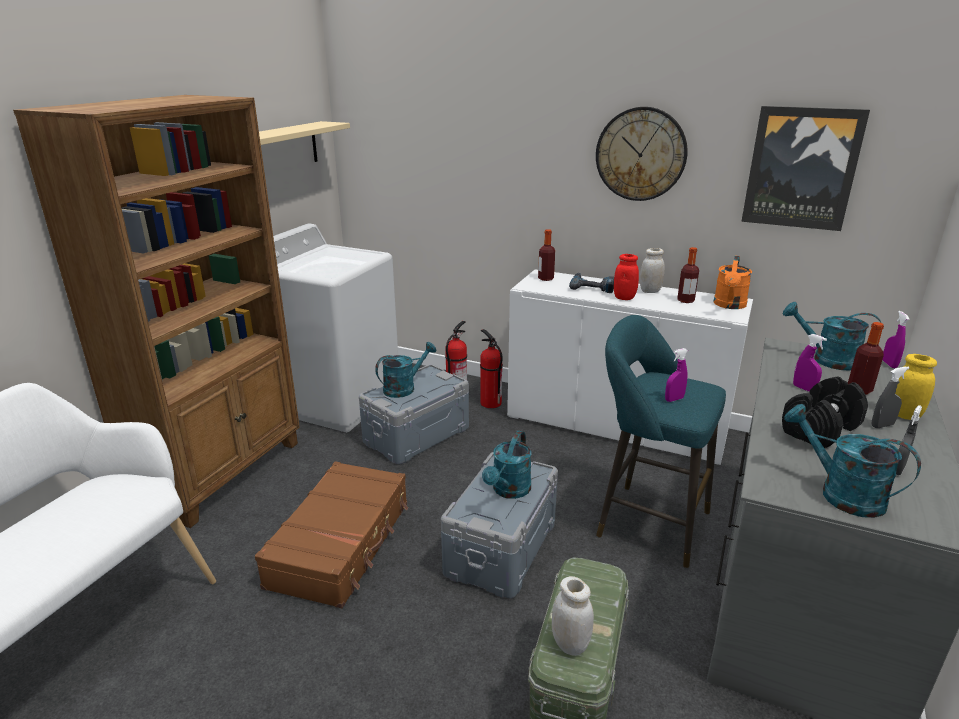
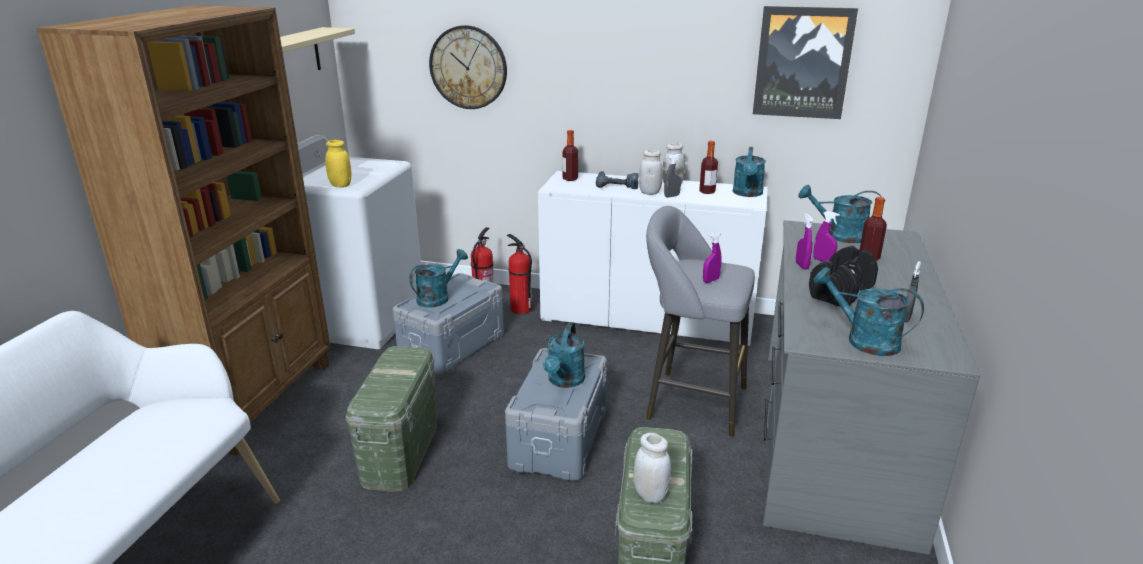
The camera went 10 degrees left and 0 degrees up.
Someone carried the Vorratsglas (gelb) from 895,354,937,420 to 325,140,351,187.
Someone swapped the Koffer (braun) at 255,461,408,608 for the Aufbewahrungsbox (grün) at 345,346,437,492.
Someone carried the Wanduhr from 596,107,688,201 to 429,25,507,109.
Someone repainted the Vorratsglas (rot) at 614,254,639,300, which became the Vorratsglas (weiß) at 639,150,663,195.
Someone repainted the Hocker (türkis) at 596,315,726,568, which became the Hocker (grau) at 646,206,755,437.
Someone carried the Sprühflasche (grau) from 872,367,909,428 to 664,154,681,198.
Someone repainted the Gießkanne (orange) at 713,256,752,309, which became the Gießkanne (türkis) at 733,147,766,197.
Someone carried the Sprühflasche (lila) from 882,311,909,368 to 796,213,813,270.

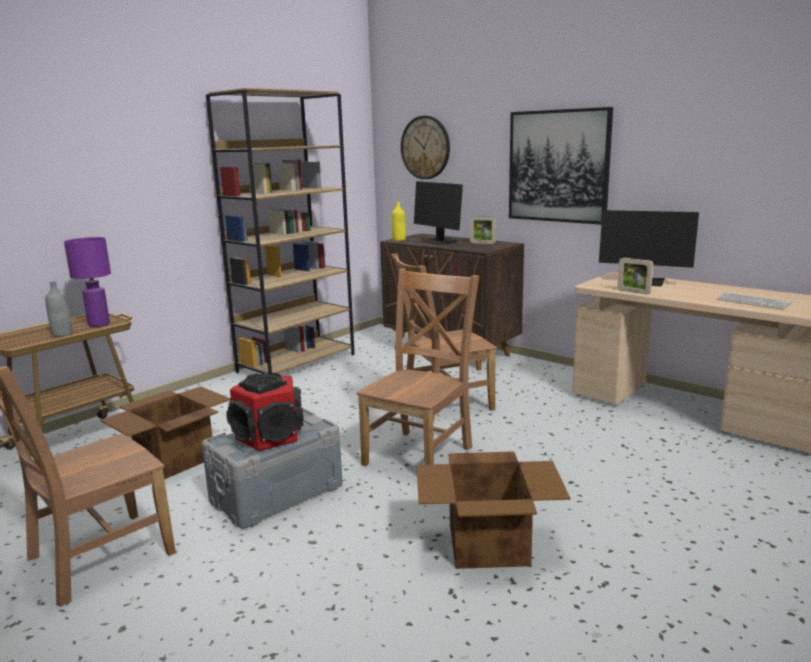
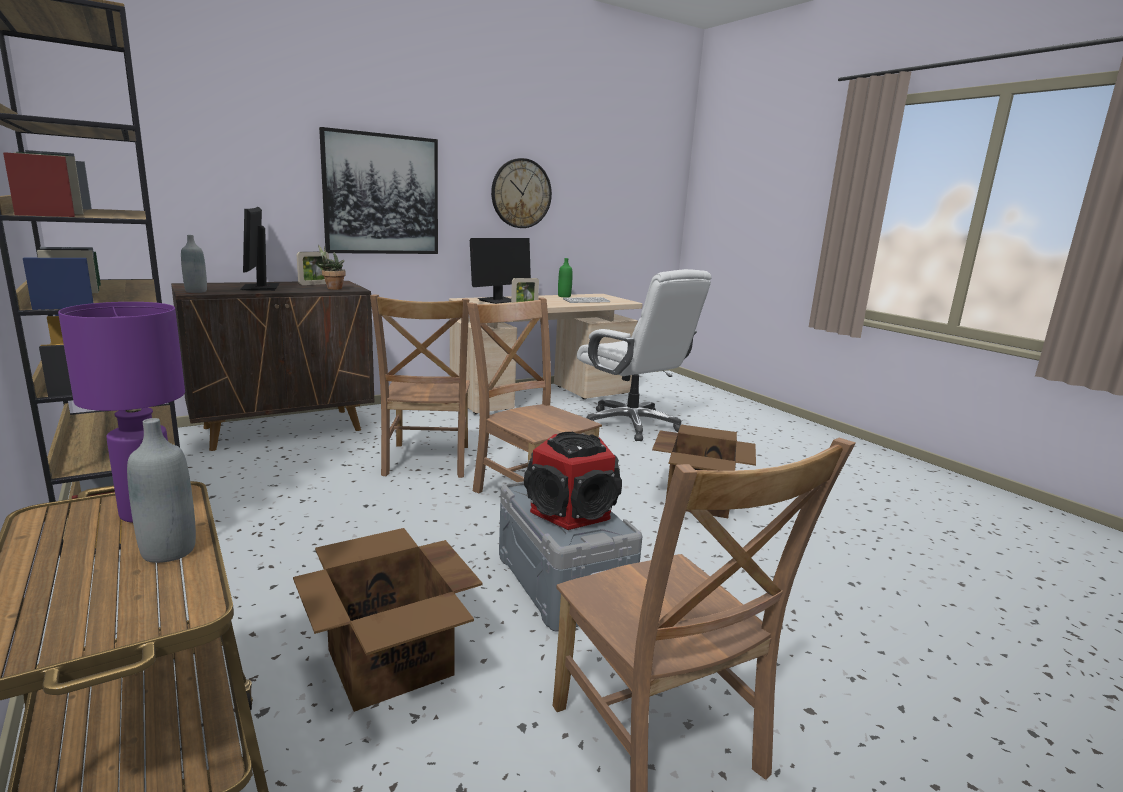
The camera went 75 degrees left and 0 degrees up.
Someone repainted the Flasche (gelb) at 392,202,406,241, which became the Flasche (grau) at 181,235,207,293.
Someone rotated the Monitor at 414,181,463,245 by 90 degrees clockwise.
Someone put down the Topfpflanze at 318,245,346,290.
Someone carried the Wanduhr from 401,116,450,179 to 491,158,552,228.
Someone put down the Flasche (grün) at 558,258,573,298.
Someone put down the Bürostuhl (weiß) at 577,269,712,441.

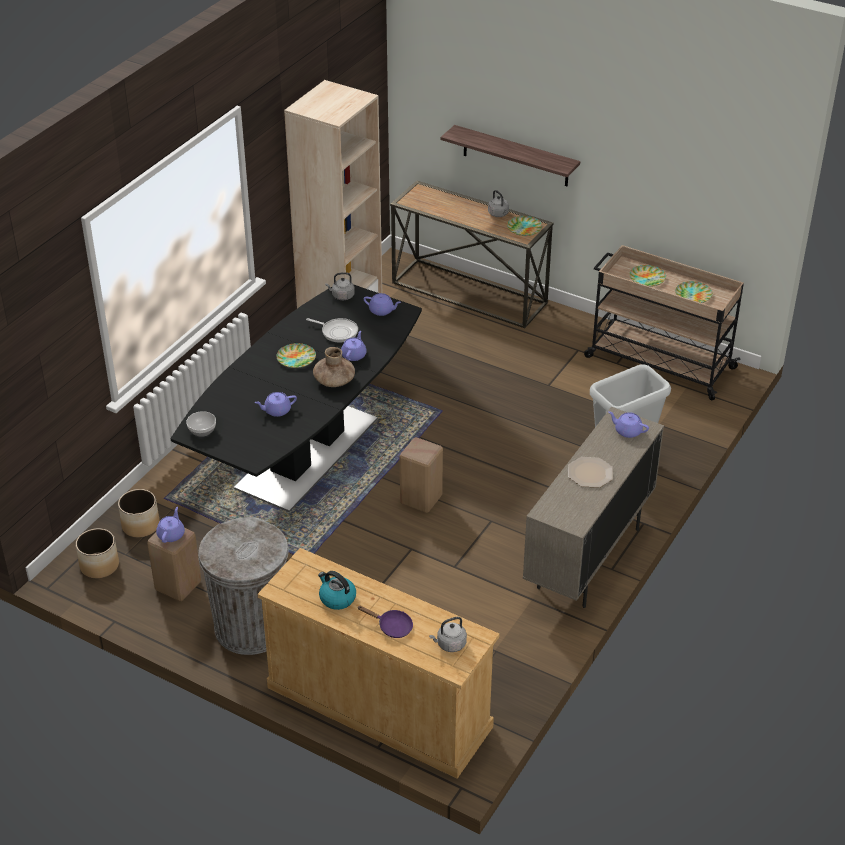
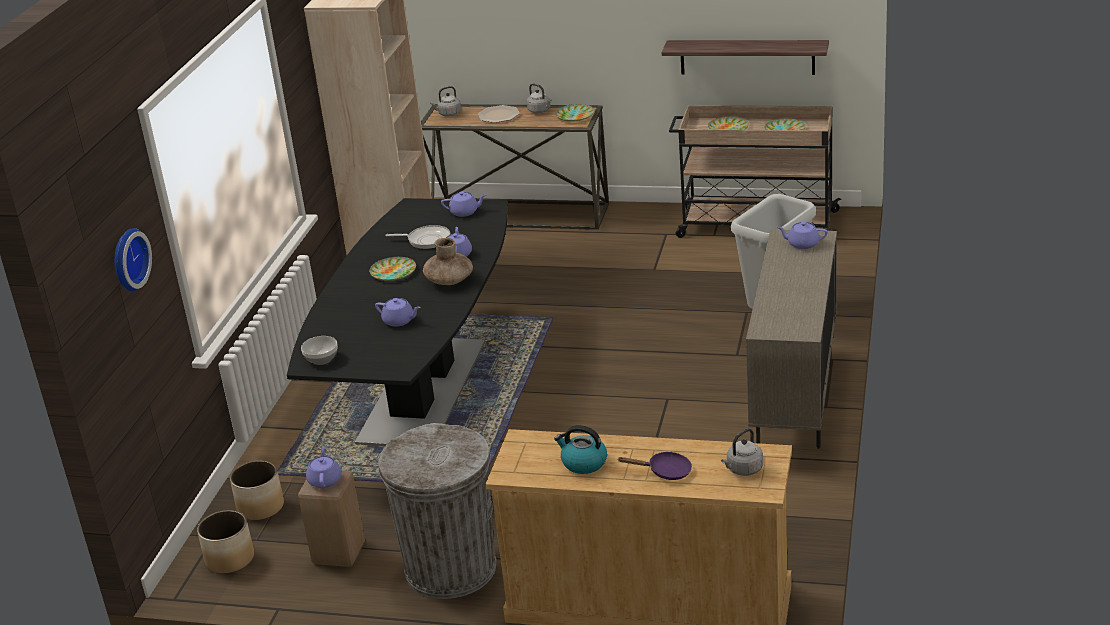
The camera went 15 degrees left and 10 degrees down.
Someone put up the Wanduhr at 114,228,152,291.
Someone rotated the Teekanne (lila) at 254,392,297,417 by 120 degrees counterclockwise.
Someone carried the Wasserkessel (grau) from 325,272,355,300 to 430,86,461,117.
Someone carried the Teller from 568,457,613,488 to 478,105,520,123.
Someone carried the Wandregal from 440,125,580,186 to 662,40,829,75.
Someone took away the Hocker (beige) at 400,437,443,513.

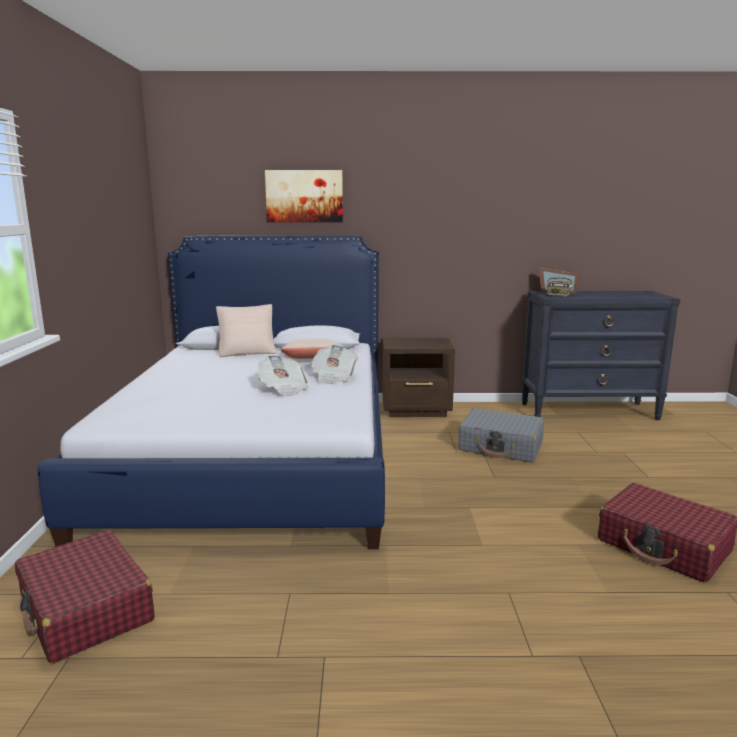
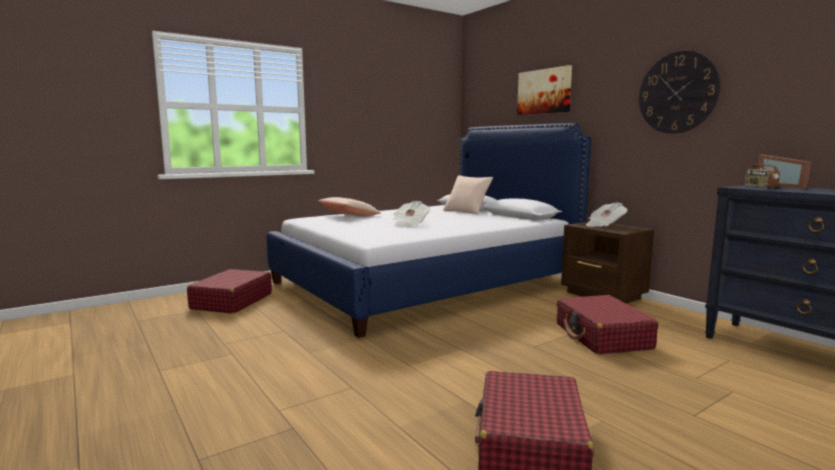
The camera went 55 degrees right and 5 degrees down.
Someone carried the Kissen (beige) from 281,339,343,359 to 318,197,381,216.
Someone repainted the Koffer (grau) at 459,408,544,463, which became the Koffer (rot) at 557,295,658,354.
Someone carried the Zeitung from 311,345,358,384 to 586,203,628,227.
Someone put up the Wanduhr at 639,51,720,134.

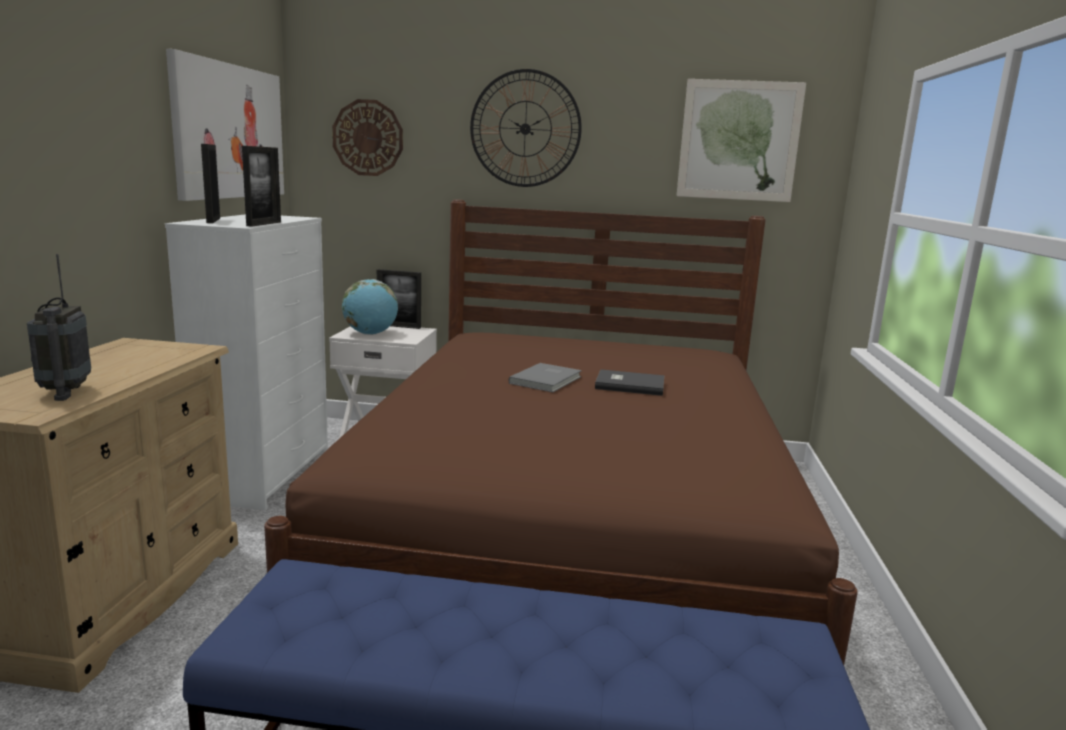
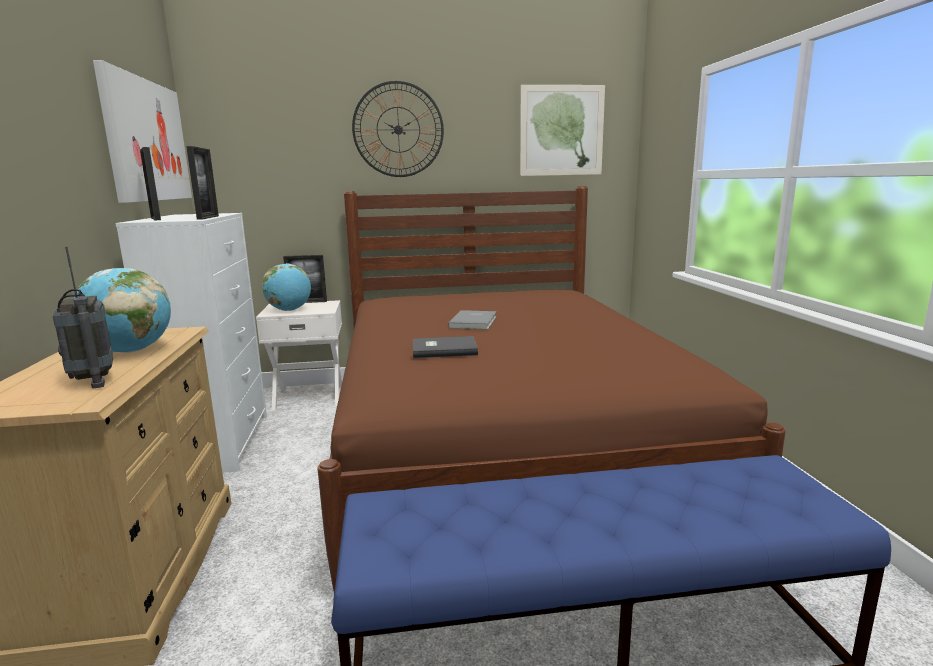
The camera went 15 degrees left and 0 degrees up.
Someone put down the Globus at 73,268,171,353.
Someone carried the Buch (grau) from 595,369,664,396 to 413,336,478,358.
Someone took away the Wanduhr at 332,99,403,176.

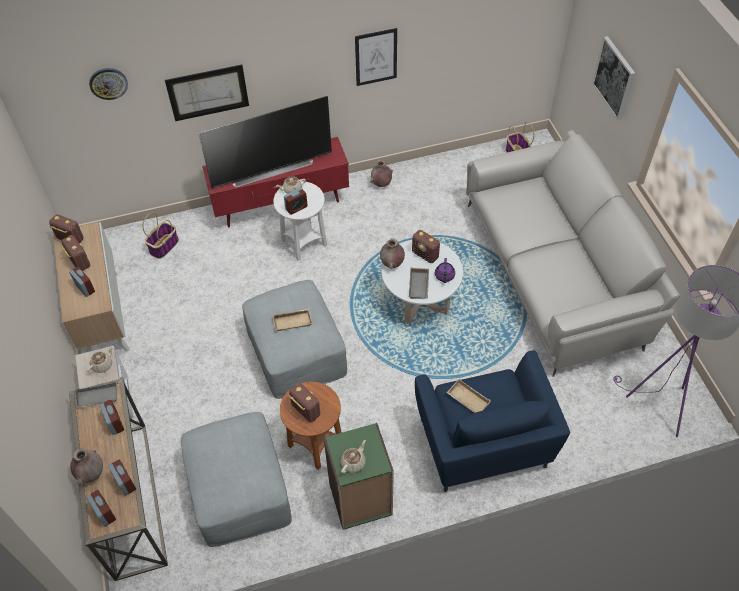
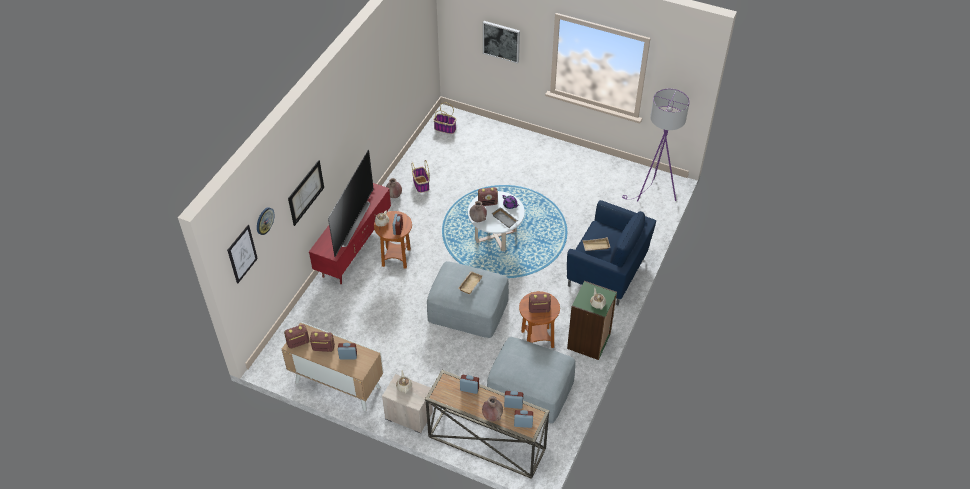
The camera went 50 degrees left and 5 degrees down.
Someone carried the Bild from 355,28,397,86 to 227,225,258,284.
Someone repainted the Beistelltisch (weiß) at 273,181,327,261, which became the Beistelltisch (braun) at 374,211,412,269.
Someone carried the Korb from 143,212,179,259 to 412,160,429,193.
Someone took away the Tablett (grau) at 75,381,118,408.
Someone took away the Sofa (grau) at 466,130,680,377.

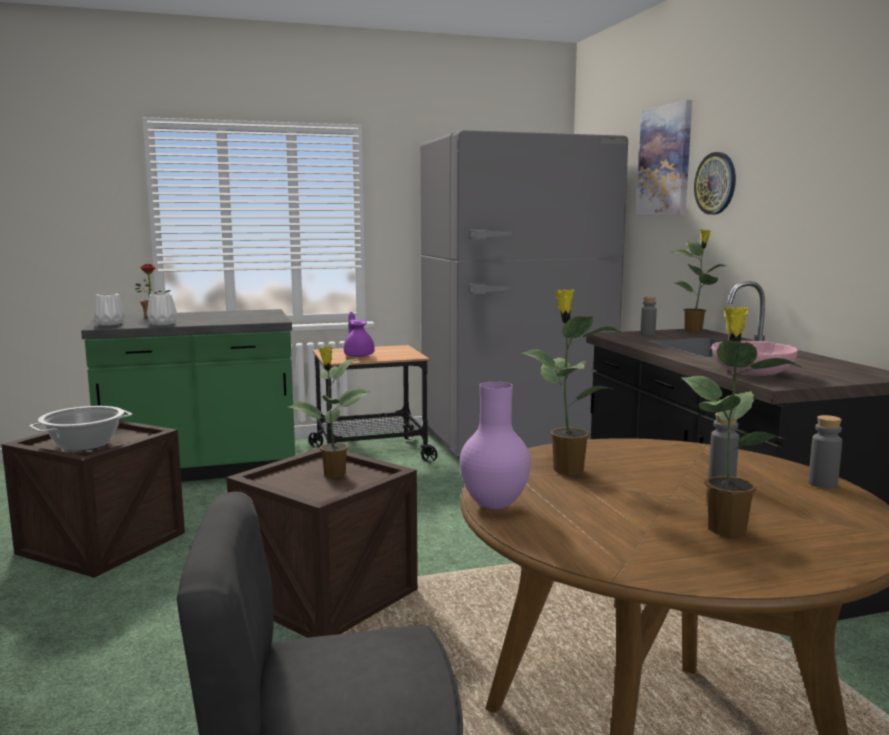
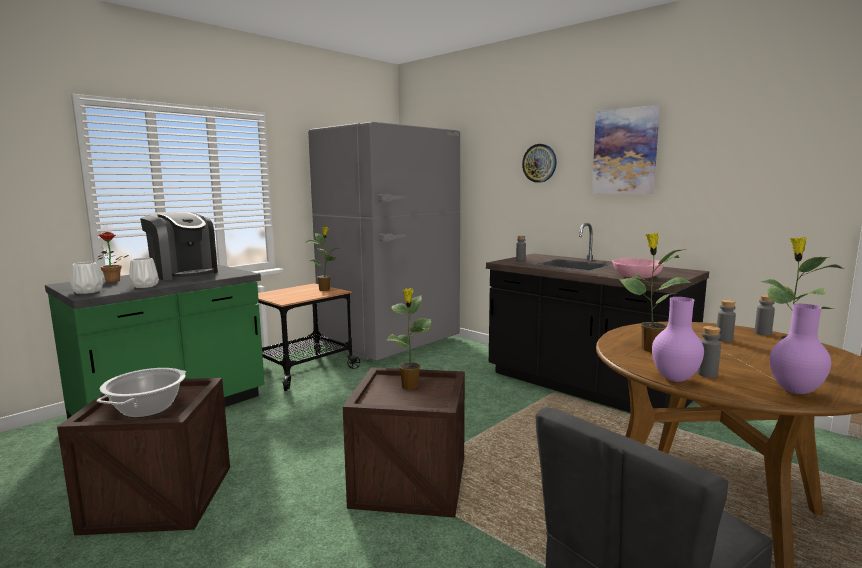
The camera went 30 degrees left and 0 degrees up.
Someone put down the Kaffeemaschine at 140,213,218,280.
Someone carried the Topfpflanze from 671,229,727,332 to 307,227,339,291.
Someone carried the Bild from 636,100,692,215 to 592,105,660,194.
Someone put down the Flasche (grau) at 697,326,721,378.
Someone put down the Vase (lila) at 770,303,831,394.
Someone took away the Teekanne (lila) at 344,312,375,357.

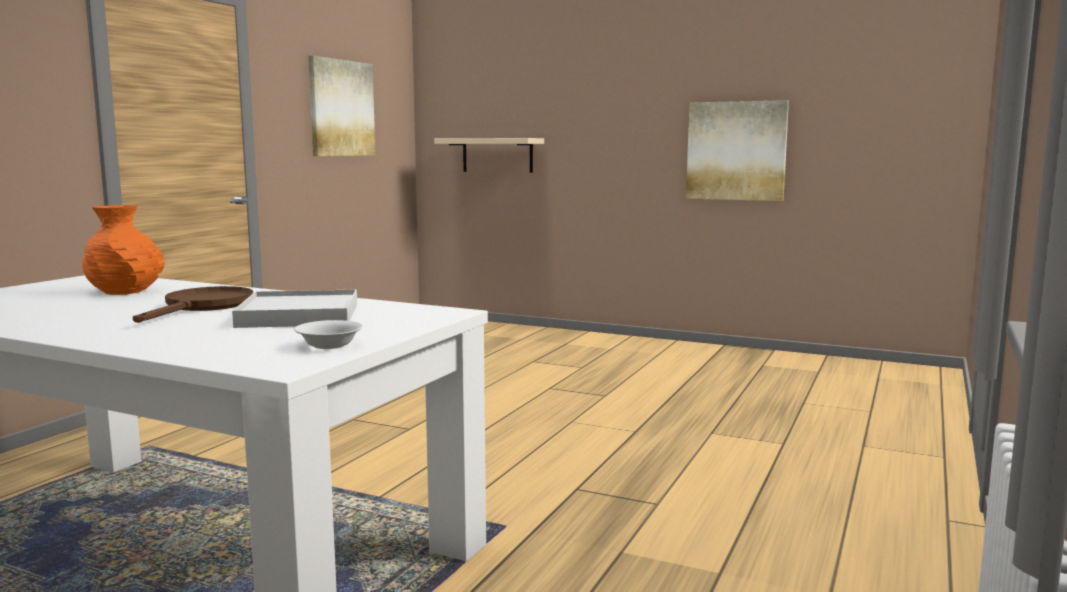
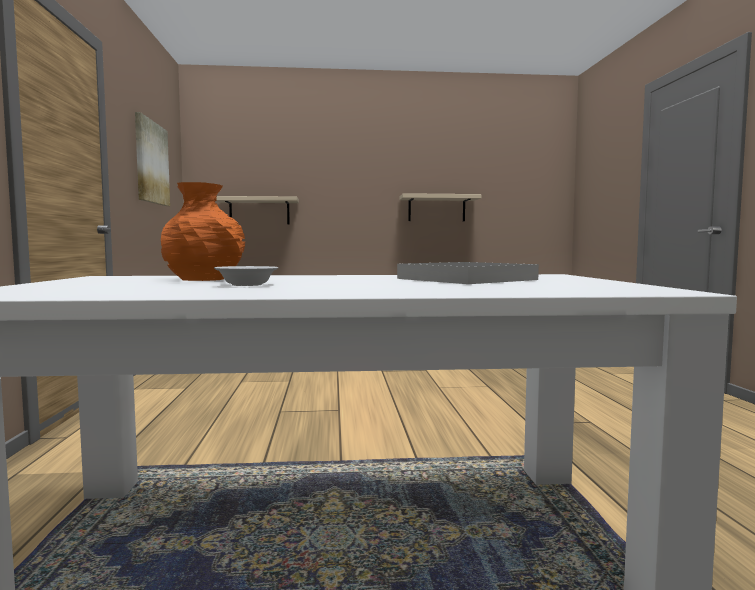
The camera went 30 degrees left and 5 degrees down.
Someone carried the Schüssel (weiß) from 294,320,363,349 to 214,266,279,286.
Someone swapped the Bild at 686,100,789,201 for the Wandregal (beige) at 399,193,482,221.
Someone took away the Pfanne (braun) at 133,286,253,323.

